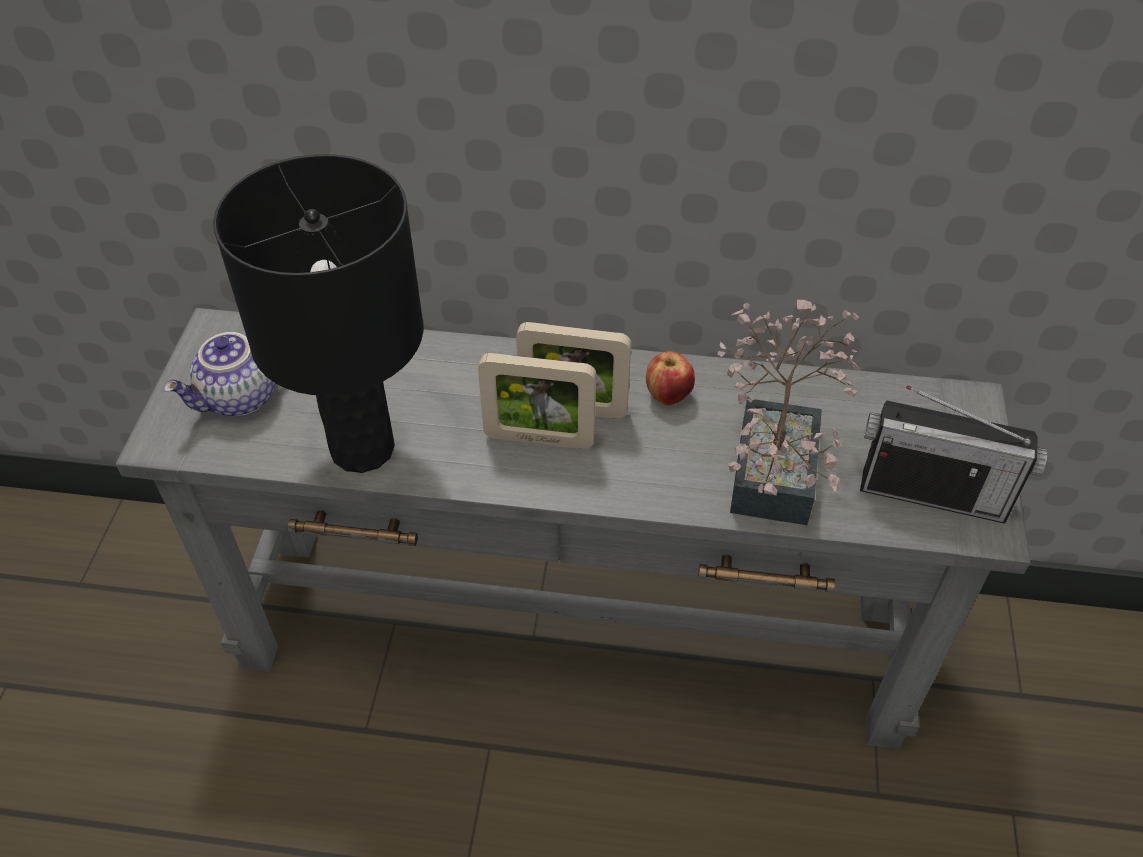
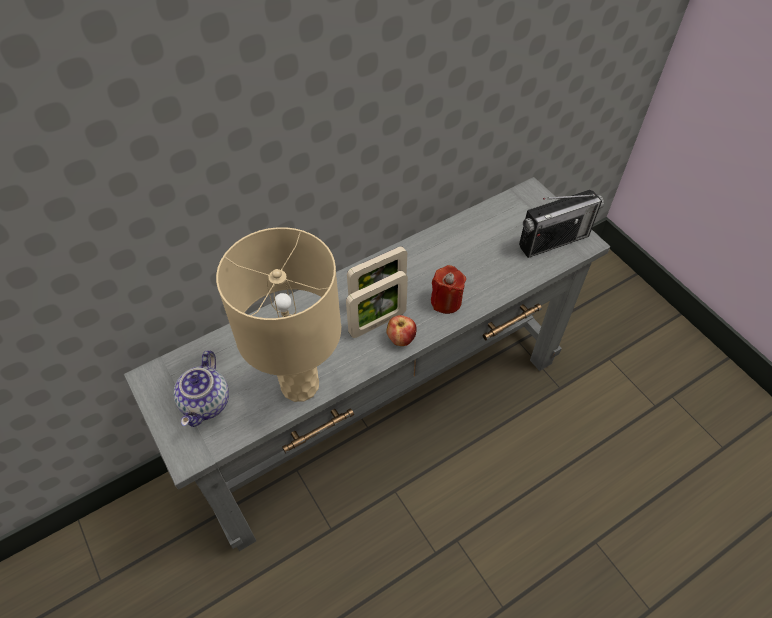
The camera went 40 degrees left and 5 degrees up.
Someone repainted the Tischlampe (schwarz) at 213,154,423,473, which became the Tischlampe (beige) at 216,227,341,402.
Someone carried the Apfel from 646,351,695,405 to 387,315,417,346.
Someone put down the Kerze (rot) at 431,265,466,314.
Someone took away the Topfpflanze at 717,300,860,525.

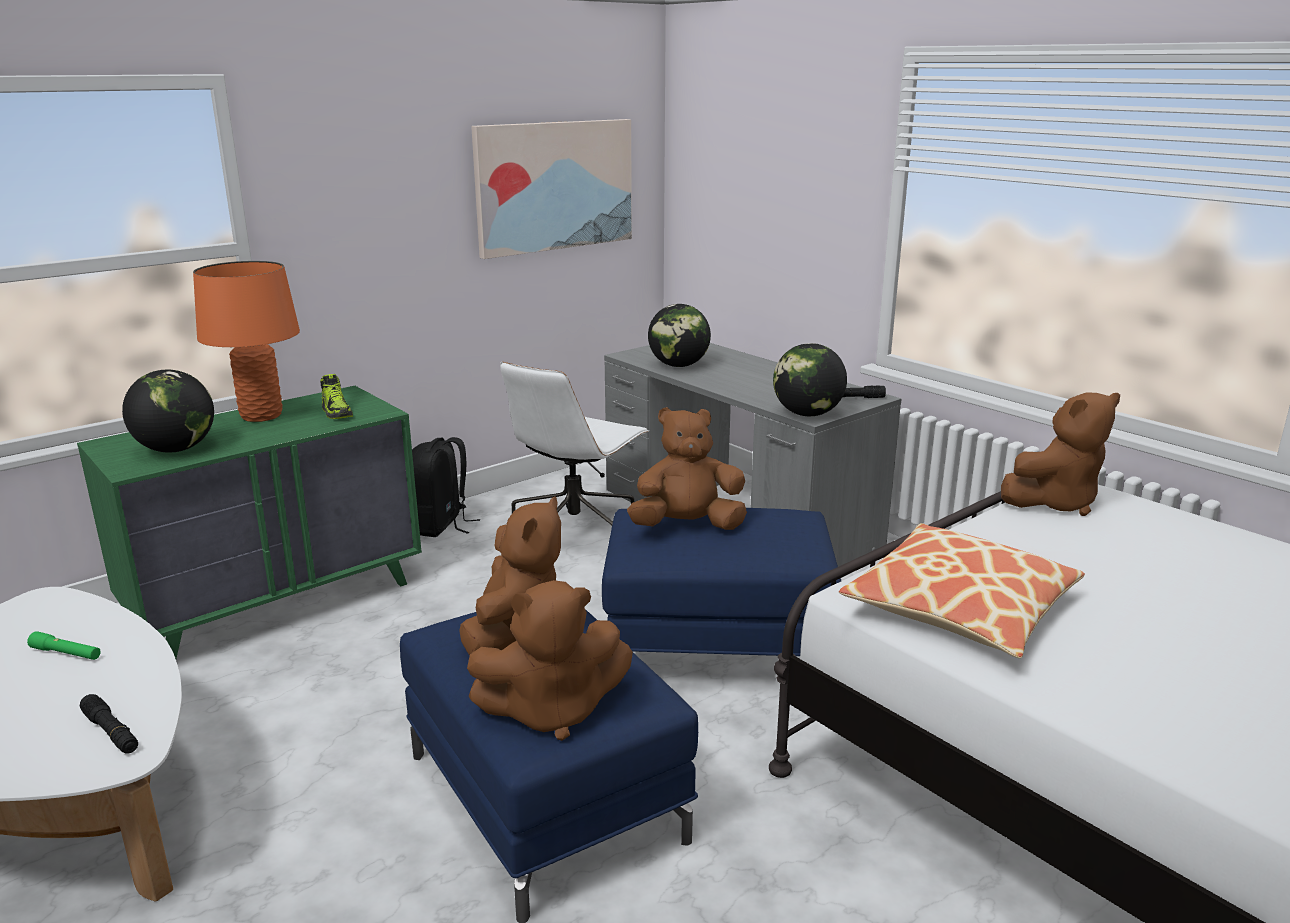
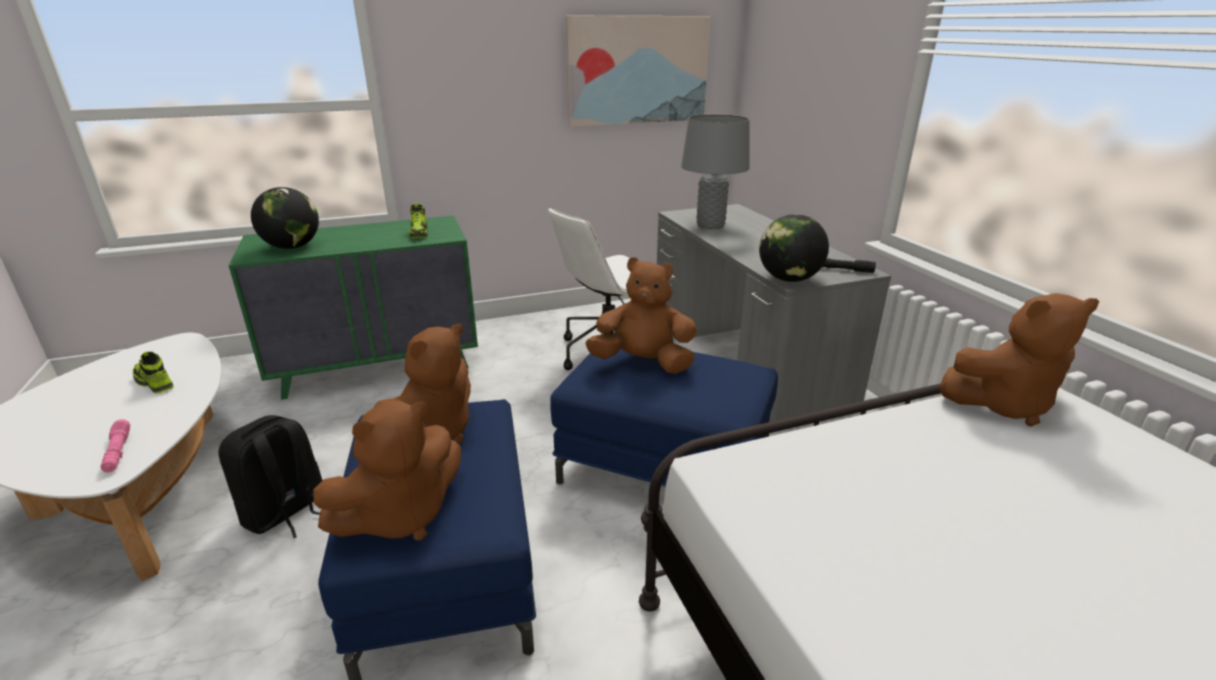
The camera went 20 degrees right and 5 degrees up.
Someone repainted the Taschenlampe (schwarz) at 80,694,138,754, which became the Taschenlampe (rosa) at 101,419,130,472.
Someone swapped the Taschenlampe (grün) at 27,631,101,660 for the Schuh at 133,352,174,393.
Someone carried the Rucksack (schwarz) from 412,437,480,537 to 218,415,323,538.
Someone rotated the Plüschtier (braun) at 467,580,633,741 by 45 degrees counterclockwise.
Someone swapped the Globus at 648,304,711,367 for the Tischlampe (grau) at 681,115,749,230.
Someone took away the Tischlampe (orange) at 193,261,300,422.
Someone took away the Kissen at 839,523,1085,658.

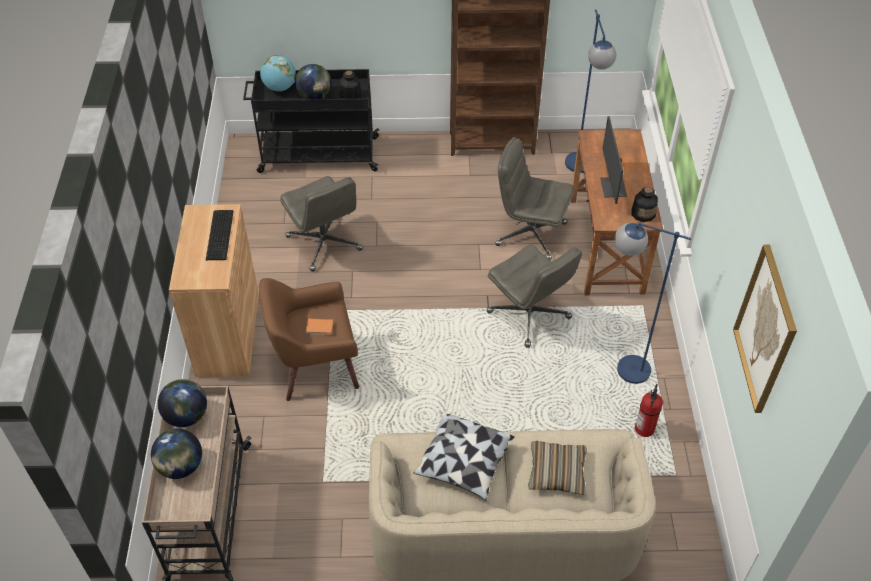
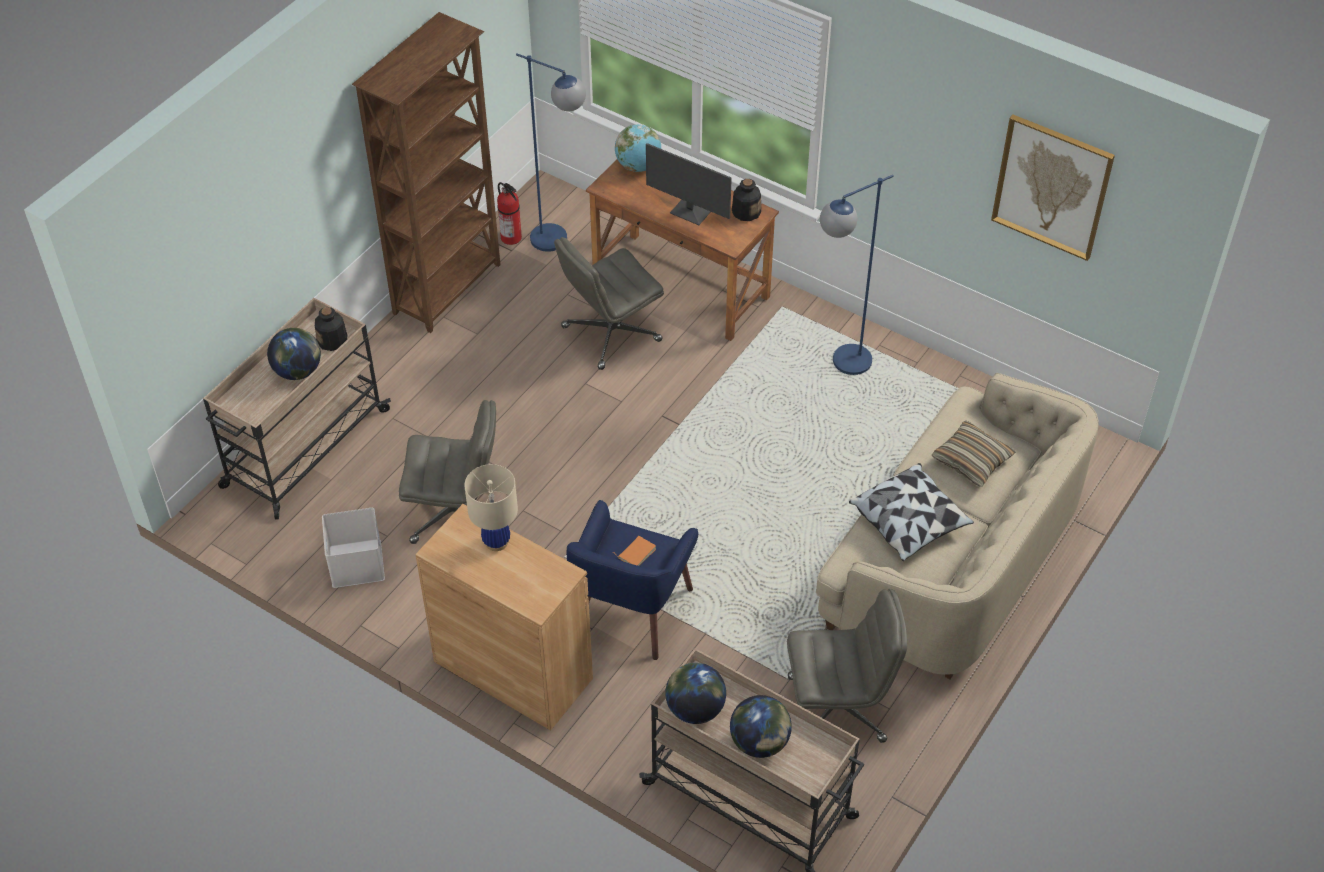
The camera went 55 degrees left and 0 degrees up.
Someone repainted the Rollwagen (schwarz) at 243,69,380,173, which became the Rollwagen (beige) at 203,298,391,519.
Someone put down the Aufbewahrungsbox (weiß) at 322,508,385,588.
Someone swapped the Tastatur at 206,210,234,260 for the Tischlampe (beige) at 464,464,518,551.
Someone carried the Feuerlöscher from 635,384,663,437 to 497,182,522,245.
Someone repainted the Sessel (braun) at 259,278,359,401, which became the Sessel (blau) at 567,500,698,660.
Someone carried the Globus from 260,55,296,91 to 615,125,661,172.
Someone carried the Bürostuhl (grau) from 486,245,582,348 to 787,589,907,743.

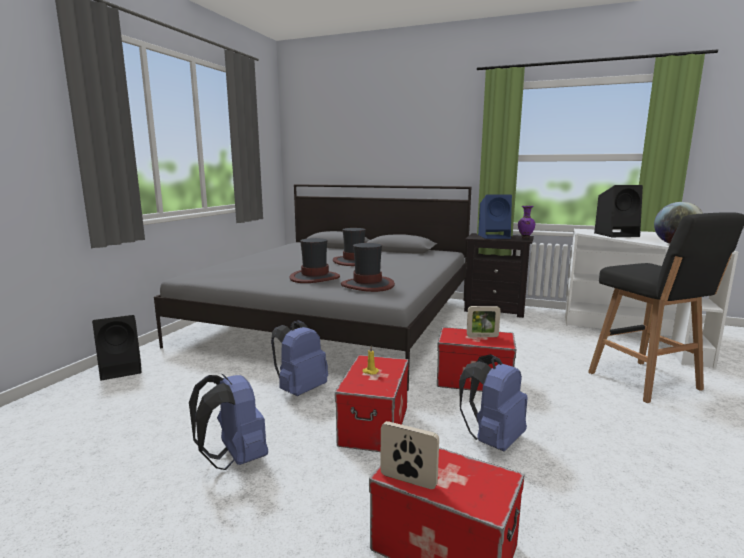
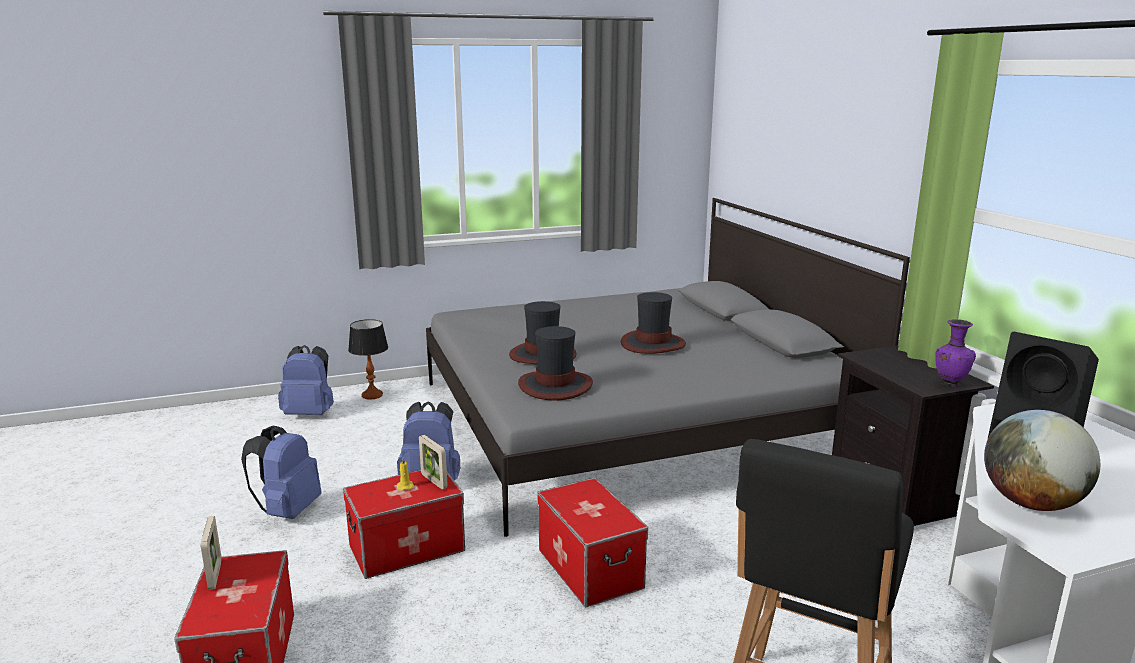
The camera went 50 degrees right and 5 degrees up.
Someone carried the Rucksack (blau) from 459,354,528,451 to 278,345,334,415.
Someone swapped the Lautsprecher (schwarz) at 92,315,142,381 for the Tischlampe at 348,319,388,400.
Someone carried the Bilderrahmen from 467,306,501,337 to 419,435,448,489.
Someone took away the Lautsprecher (blau) at 478,195,512,239.

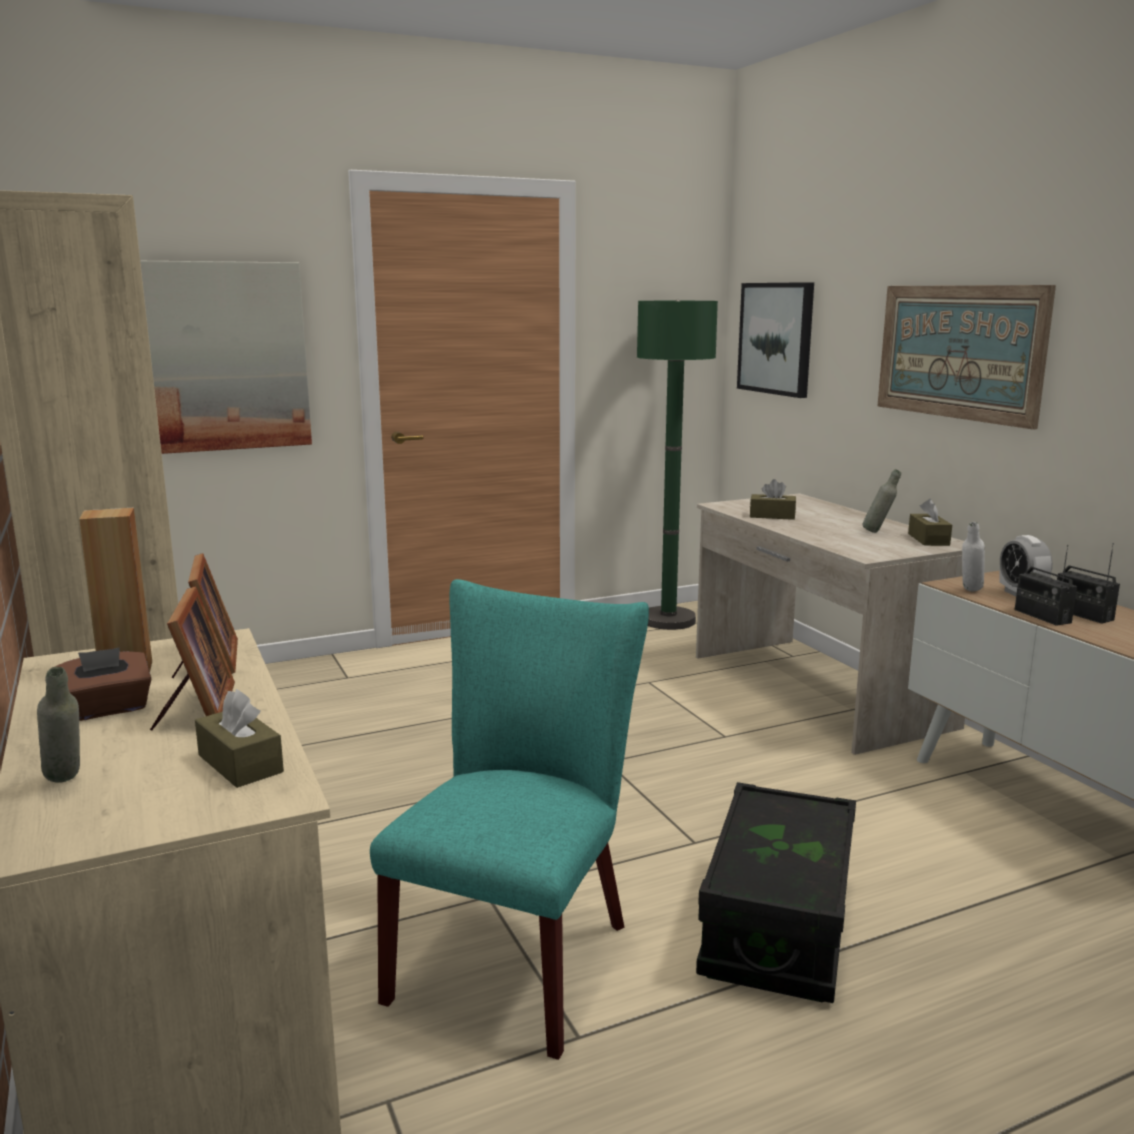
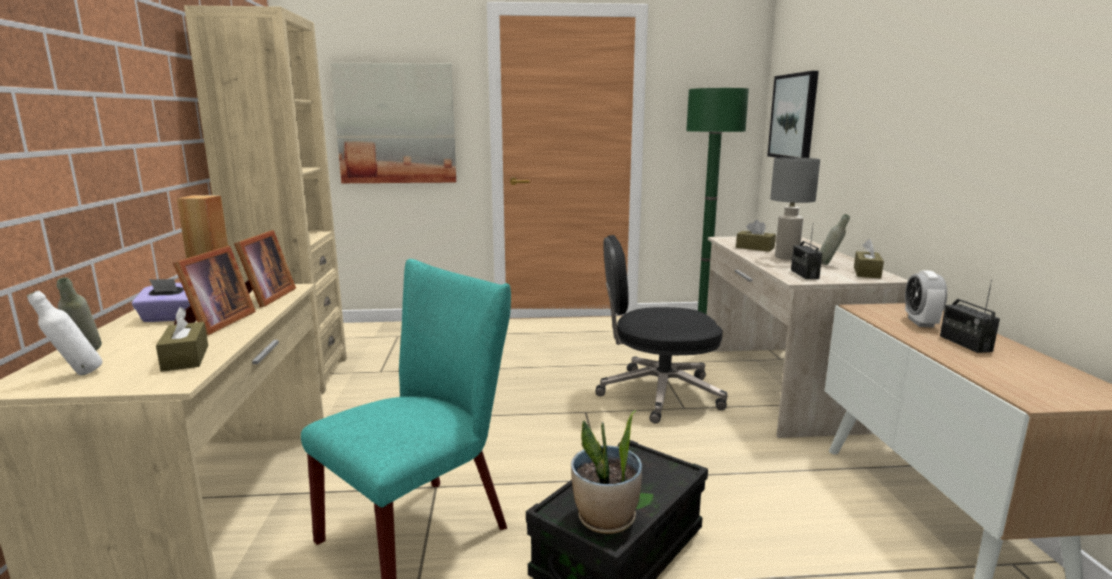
The camera went 20 degrees right and 0 degrees up.
Someone carried the Flasche (weiß) from 962,522,985,591 to 27,291,102,375.
Someone repainted the Taschentuchbox (braun) at 55,647,152,721, which became the Taschentuchbox (lila) at 132,279,190,322.
Someone put down the Topfpflanze at 571,410,642,534.
Someone put down the Bürostuhl (schwarz) at 596,235,728,423.
Someone put down the Tischlampe (grau) at 770,157,820,260.
Someone carried the Radio from 1015,545,1077,626 to 791,227,822,279.
Someone took away the Bild at 878,285,1056,430.

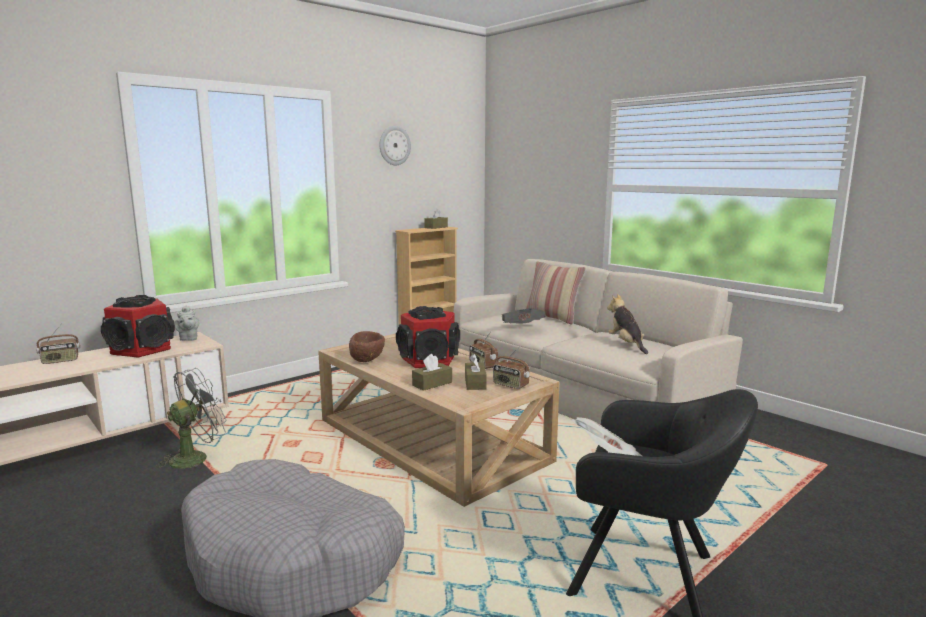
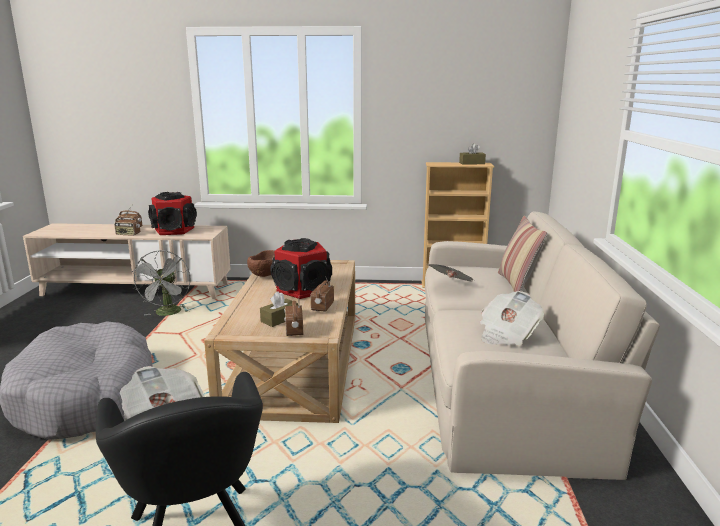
The camera went 45 degrees right and 5 degrees up.
Someone put down the Radio at 114,209,140,236.
Someone rotated the Ventilator (grau) at 156,368,227,469 by 90 degrees clockwise.
Someone swapped the Plüschtier at 607,294,648,354 for the Zeitung at 480,291,544,346.
Someone took away the Teekanne (grau) at 174,305,199,341.
Someone took away the Wanduhr at 380,126,411,165.
Someone took away the Taschentuchbox (braun) at 412,354,452,391.

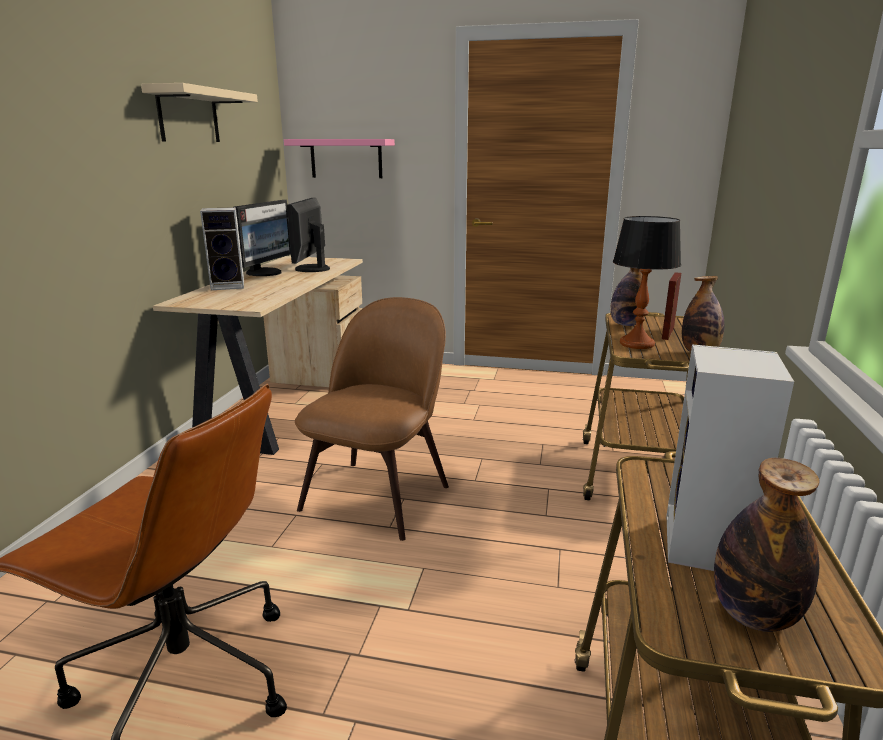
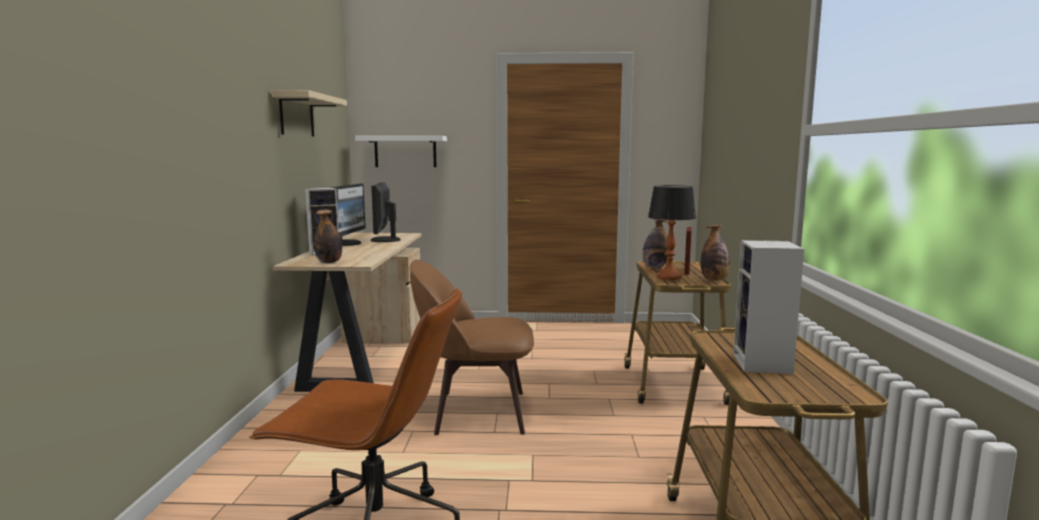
The camera went 10 degrees left and 10 degrees down.
Someone carried the Flasche from 714,458,820,632 to 314,210,342,263.
Someone repainted the Wandregal (rosa) at 284,139,395,178, which became the Wandregal (weiß) at 355,136,447,167.
Someone rotated the Stuhl (braun) at 295,297,449,541 by 105 degrees counterclockwise.

